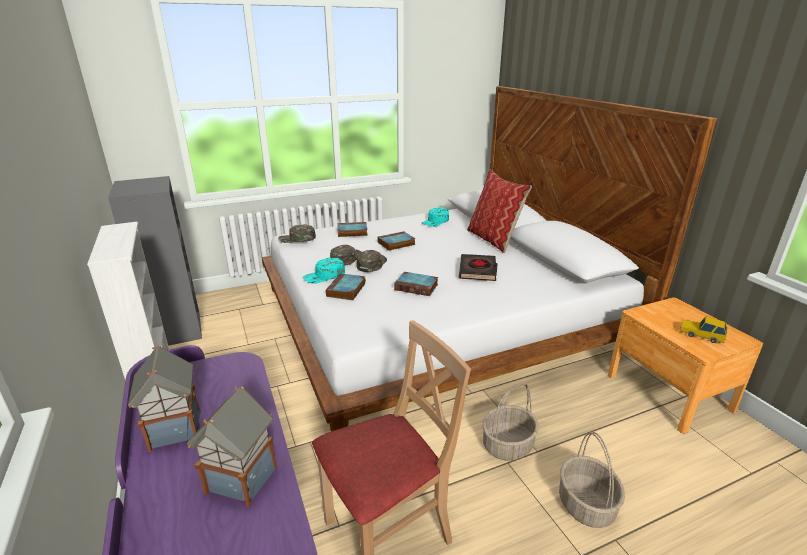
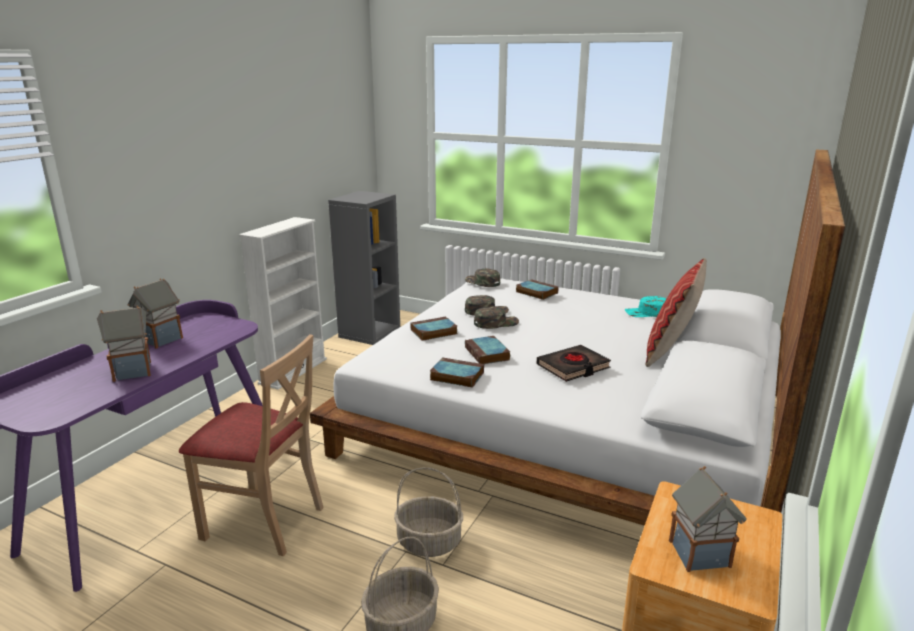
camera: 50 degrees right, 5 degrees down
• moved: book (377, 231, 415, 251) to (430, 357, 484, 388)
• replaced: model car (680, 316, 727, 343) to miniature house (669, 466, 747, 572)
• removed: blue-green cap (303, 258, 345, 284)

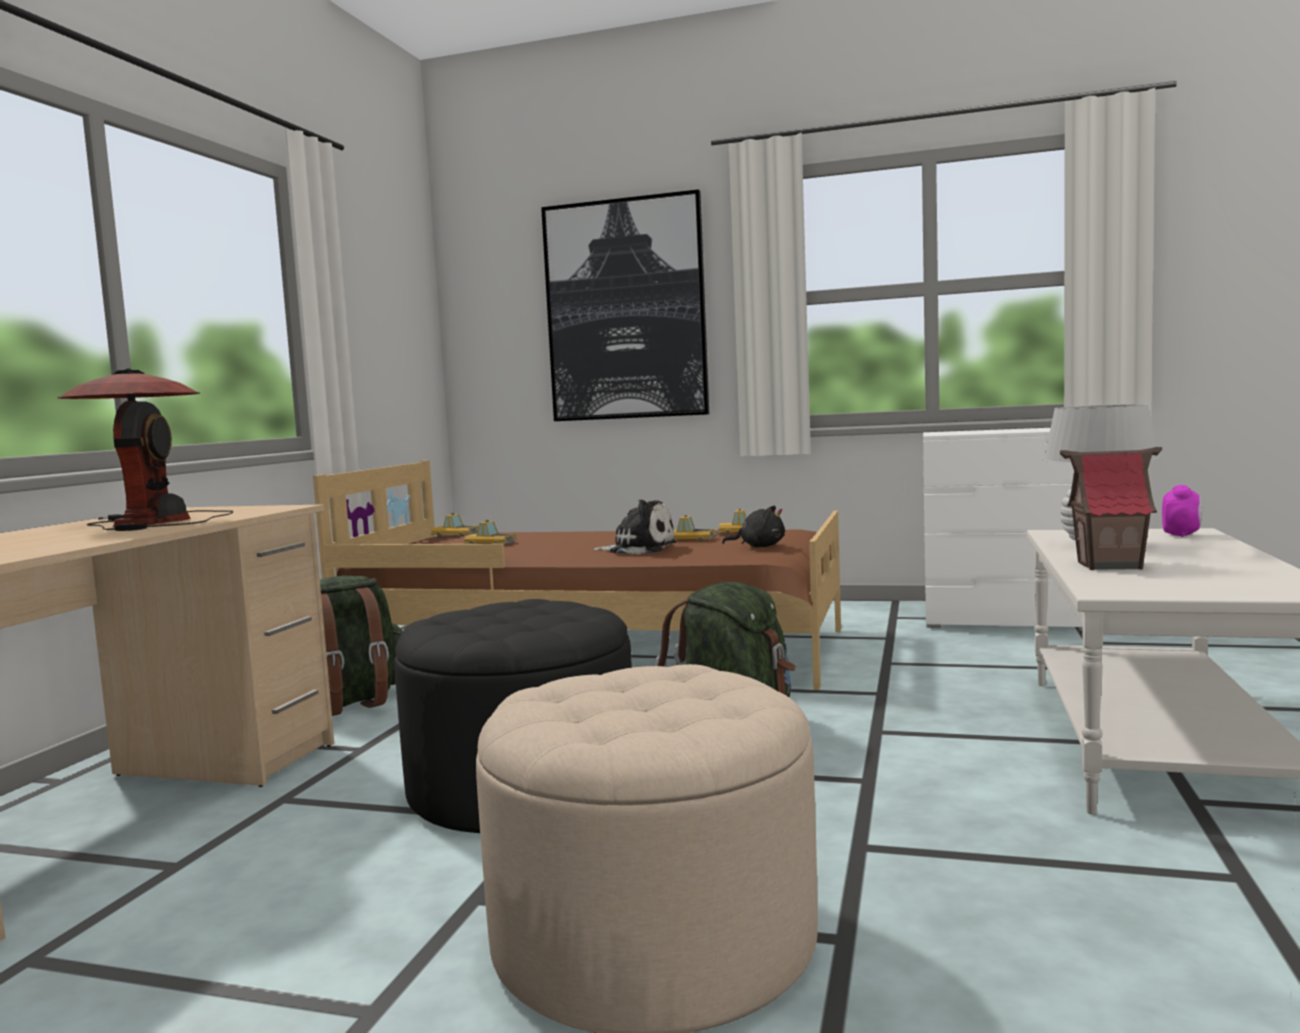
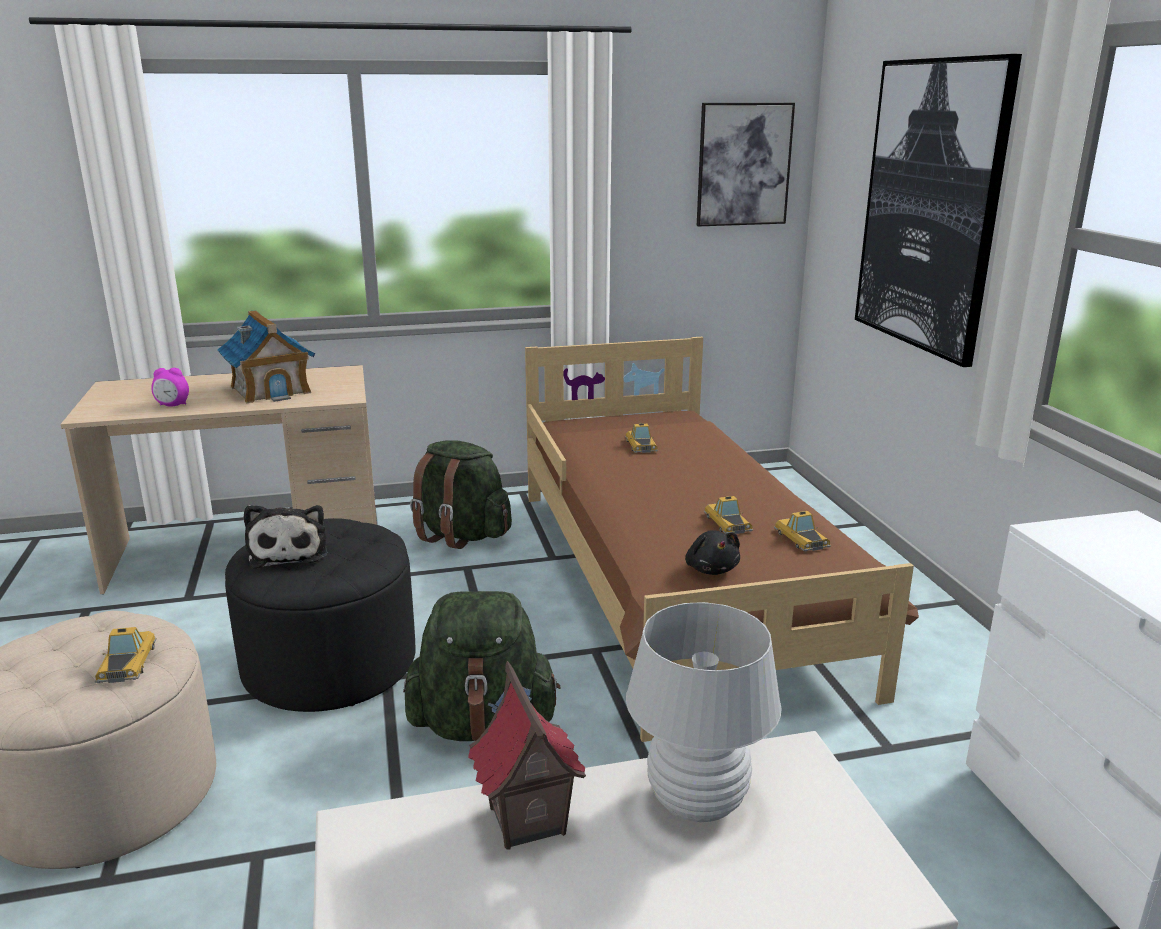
camera: 60 degrees right, 15 degrees up
• moved: model car (431, 513, 479, 537) to (95, 627, 157, 683)
• moved: alarm clock (1162, 485, 1202, 537) to (151, 368, 189, 407)
• replaced: table lamp (57, 368, 233, 531) to miniature house (217, 310, 315, 403)
• moved: cuddly toy (592, 499, 676, 555) to (244, 505, 327, 569)
• added: wall art (697, 103, 795, 226)

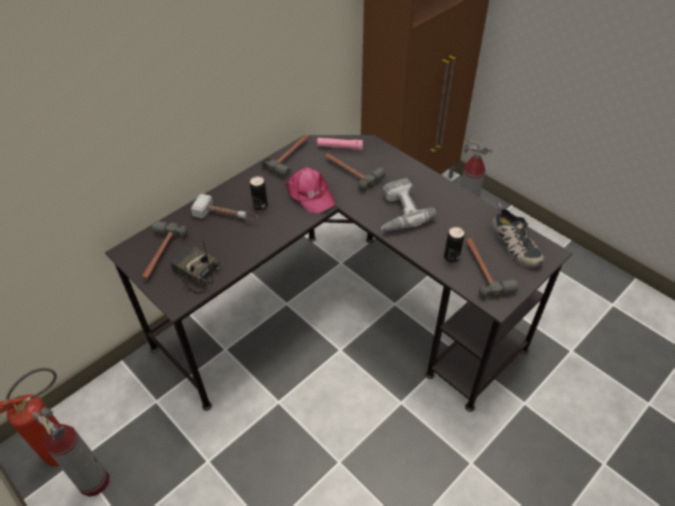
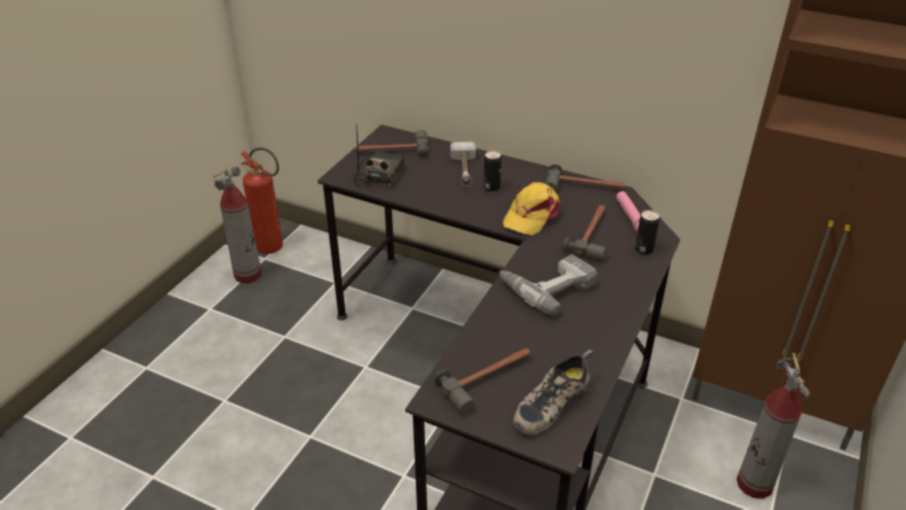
camera: 70 degrees right, 10 degrees down
• recoloured: pink-coloured cap (285, 167, 336, 213) to yellow-coloured cap (503, 182, 560, 235)
• moved: sealed can (444, 227, 464, 263) to (635, 210, 659, 255)

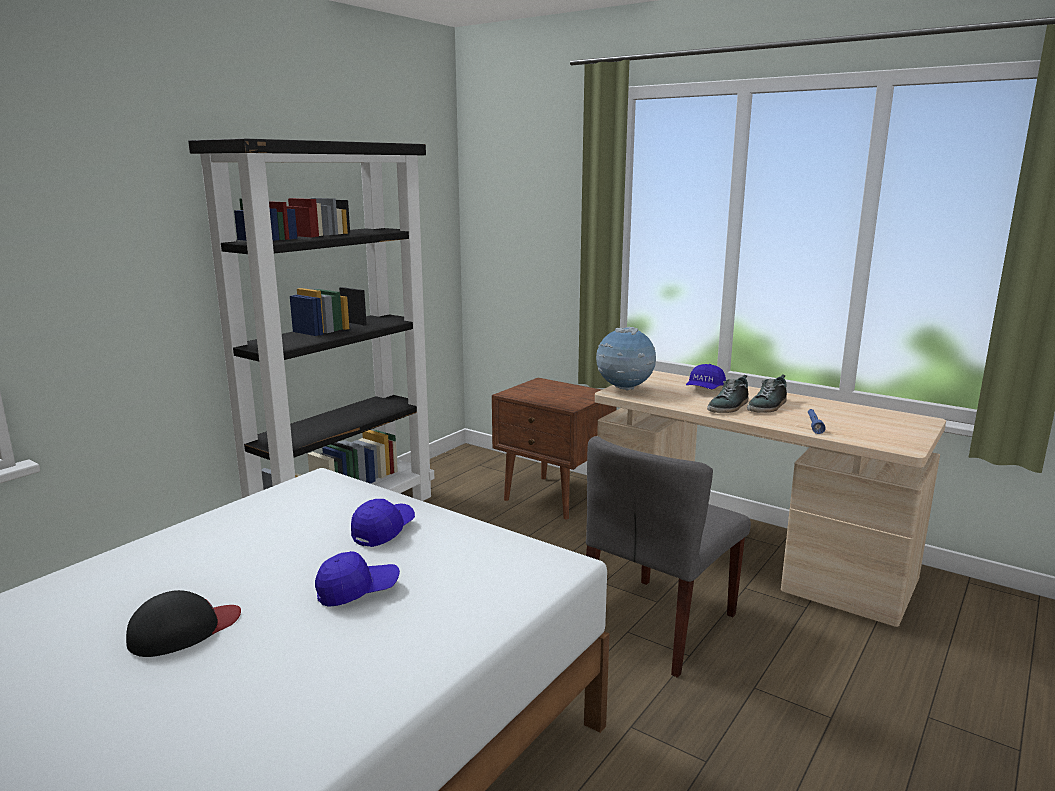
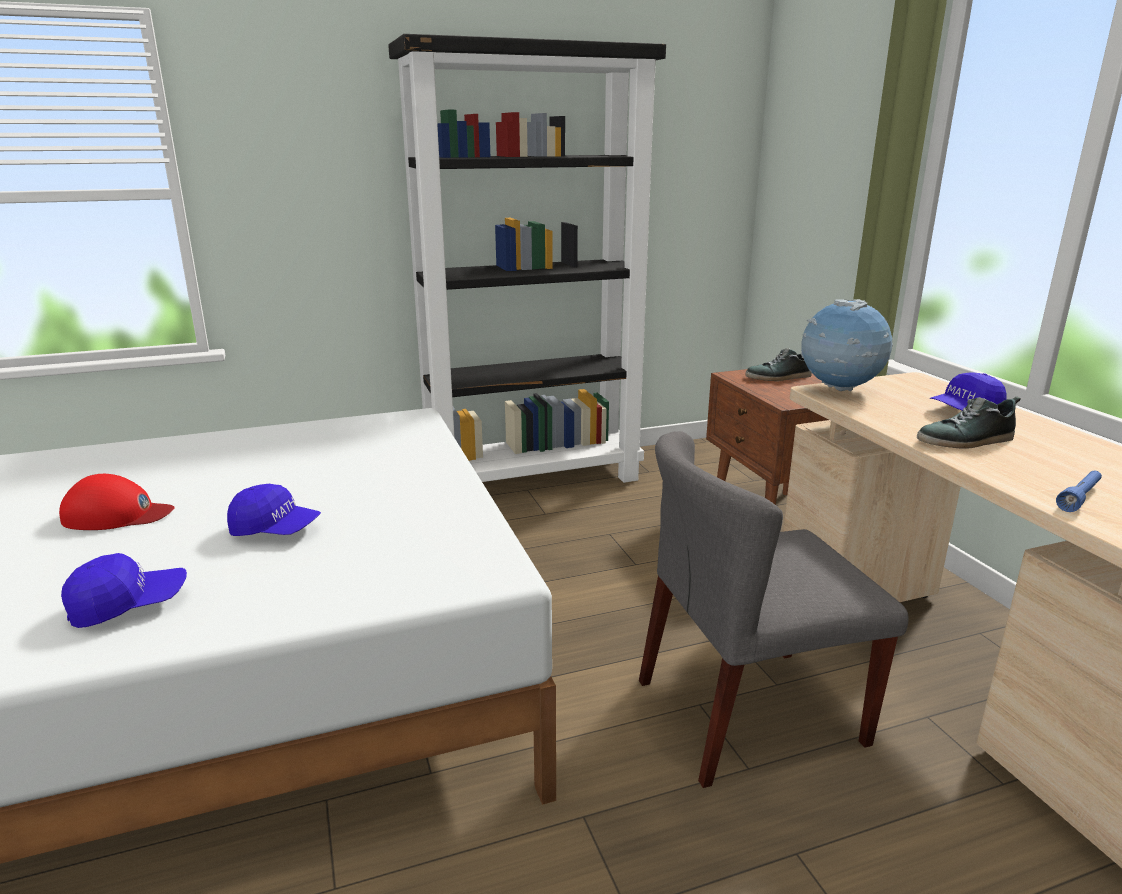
camera: 35 degrees right, 5 degrees up
• recoloured: blackish cap (126, 590, 241, 657) to red-coloured cap (59, 474, 175, 530)
• moved: blue-coloured cap (351, 499, 415, 547) to (61, 553, 187, 628)
• moved: item of footwear (747, 375, 787, 413) to (745, 348, 812, 381)

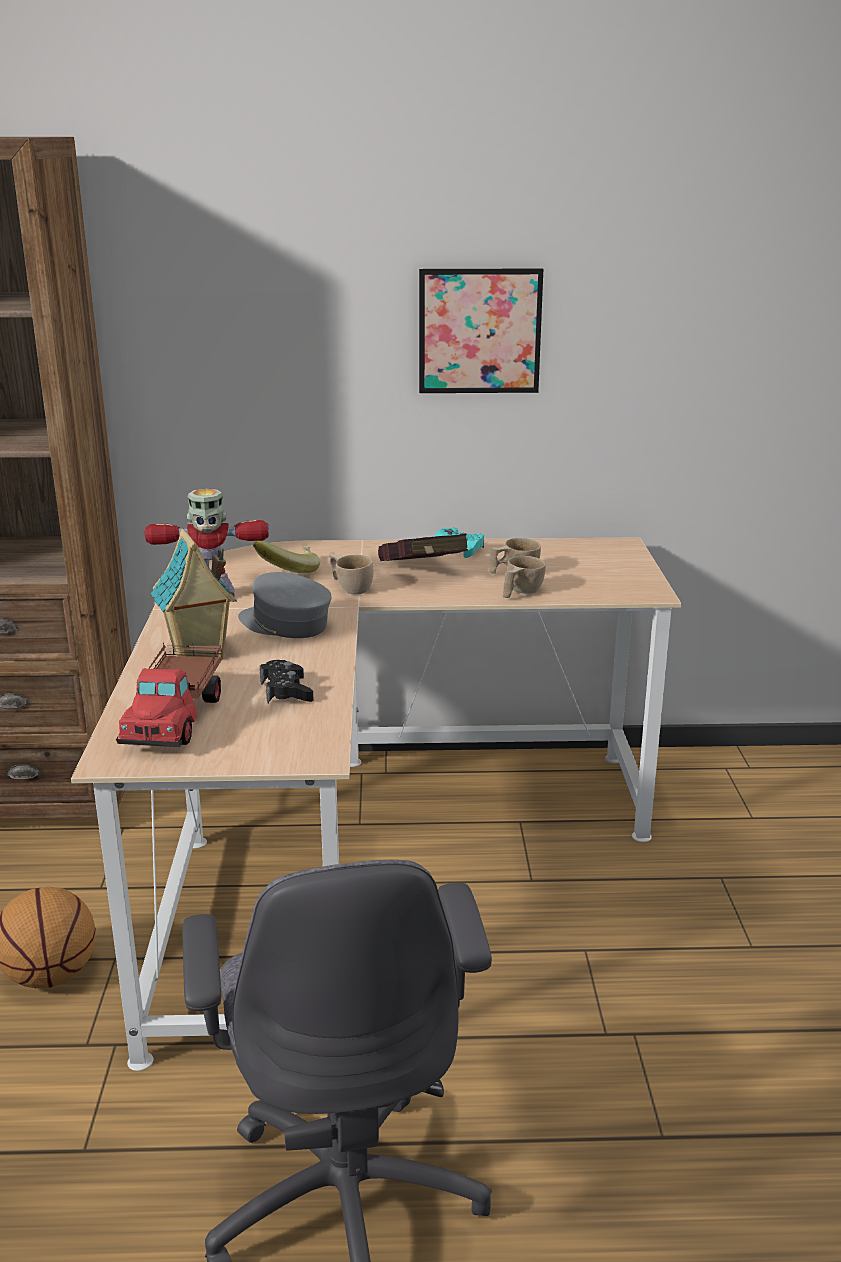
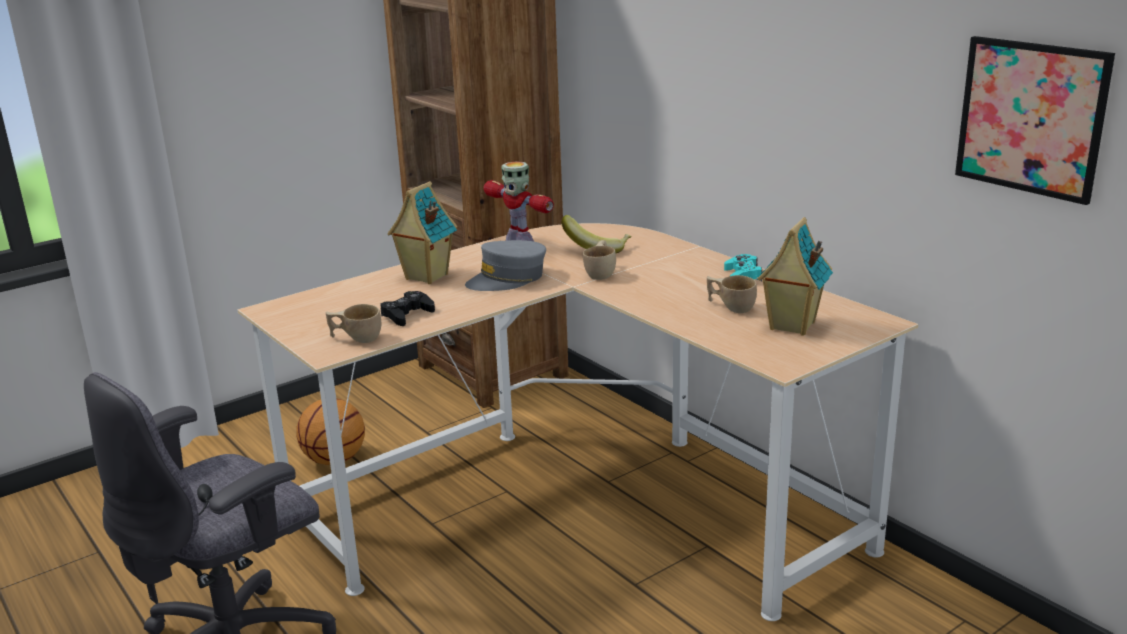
camera: 55 degrees right, 0 degrees up
• moved: beige-coloured small cup (503, 556, 546, 598) to (326, 304, 381, 343)
• turned: grey cap (238, 572, 332, 638) = (465, 240, 546, 291) 120 degrees counterclockwise
• added: miniature house (757, 217, 833, 336)
• moved: wall art (419, 268, 543, 393) to (955, 36, 1115, 205)
• removed: model truck (116, 643, 223, 747)
• removed: red-coloured book (378, 534, 468, 561)

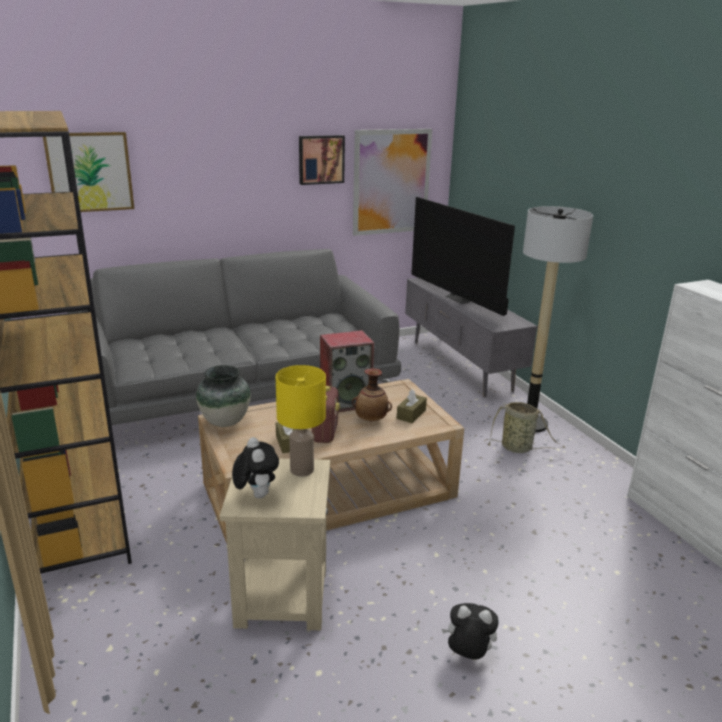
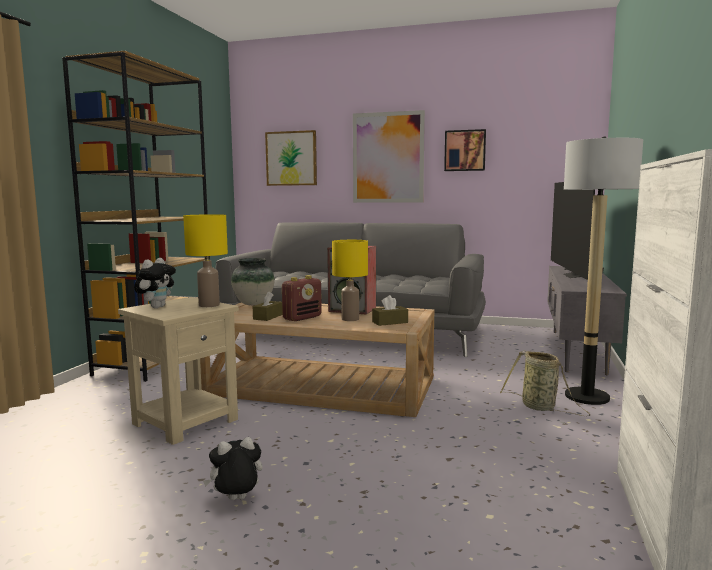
camera: 40 degrees right, 15 degrees down
• turned: cuddly toy (442, 603, 498, 660) = (203, 437, 263, 500) 75 degrees counterclockwise
• replaced: vase (352, 368, 392, 422) to yellow-coloured table lamp (332, 240, 368, 321)
• moved: wall art (353, 129, 432, 236) to (353, 110, 425, 203)

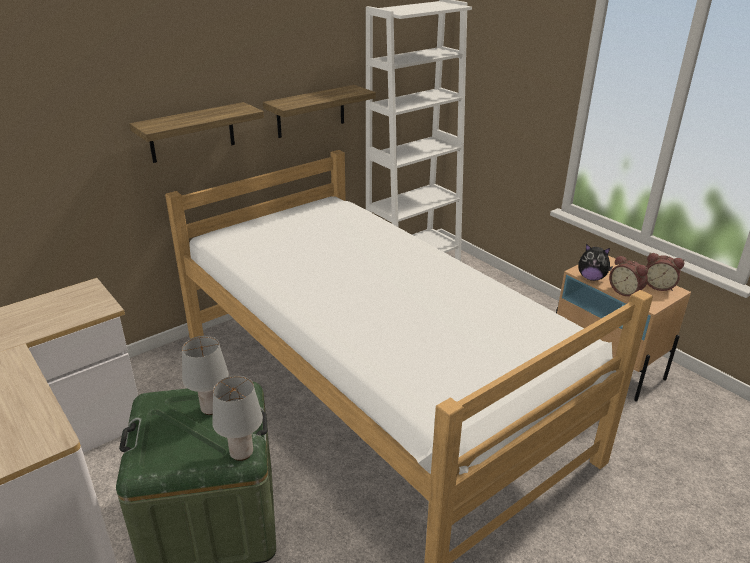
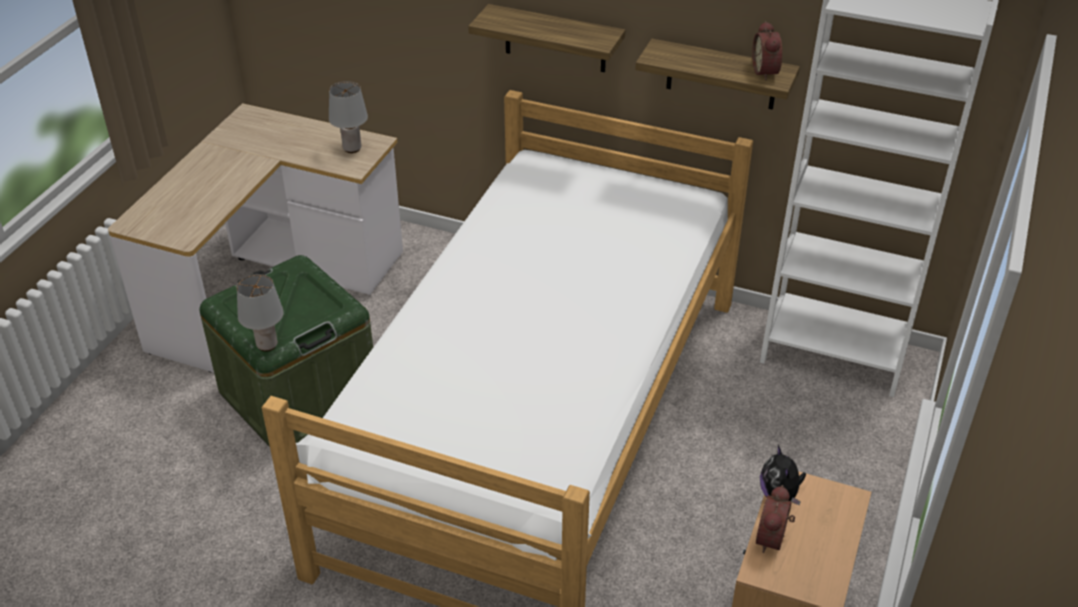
camera: 60 degrees right, 10 degrees up
• moved: grey table lamp (182, 336, 229, 415) to (329, 81, 368, 153)
• moved: alarm clock (646, 253, 684, 291) to (752, 21, 782, 80)

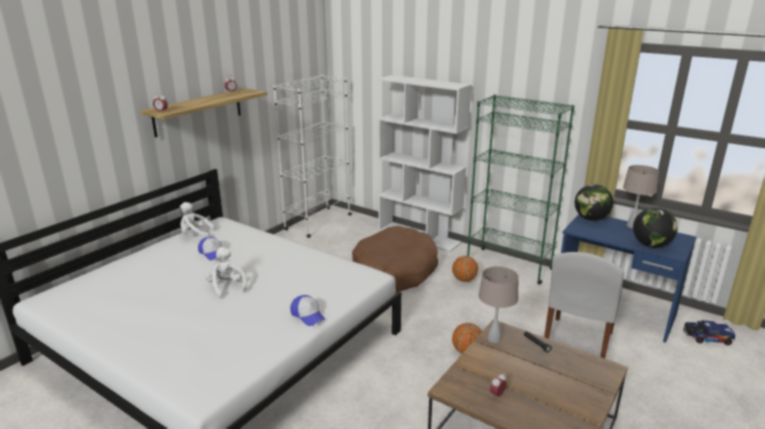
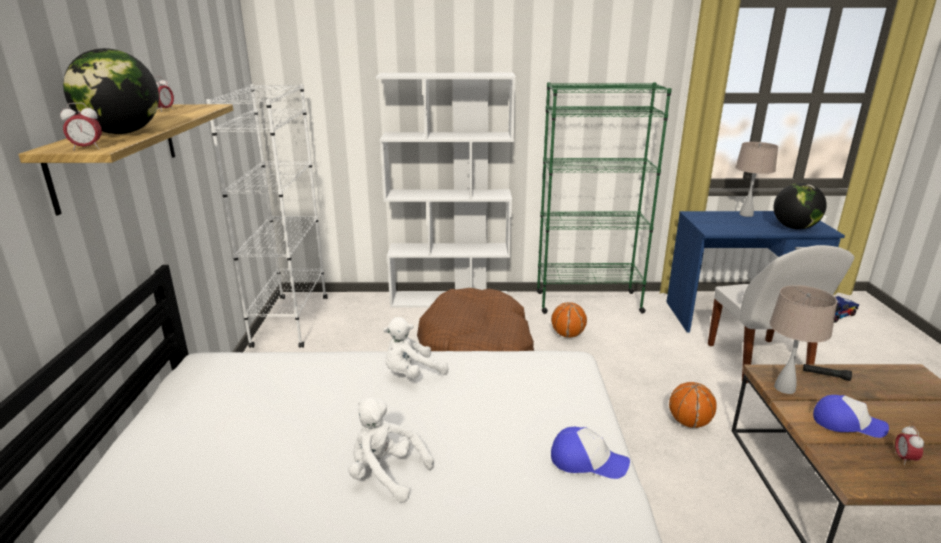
camera: 35 degrees left, 0 degrees up
• moved: desk globe (575, 184, 613, 221) to (63, 48, 159, 134)
• moved: white cuddly toy (179, 202, 215, 238) to (383, 317, 449, 379)
• moved: cap (198, 237, 222, 261) to (813, 395, 889, 438)

